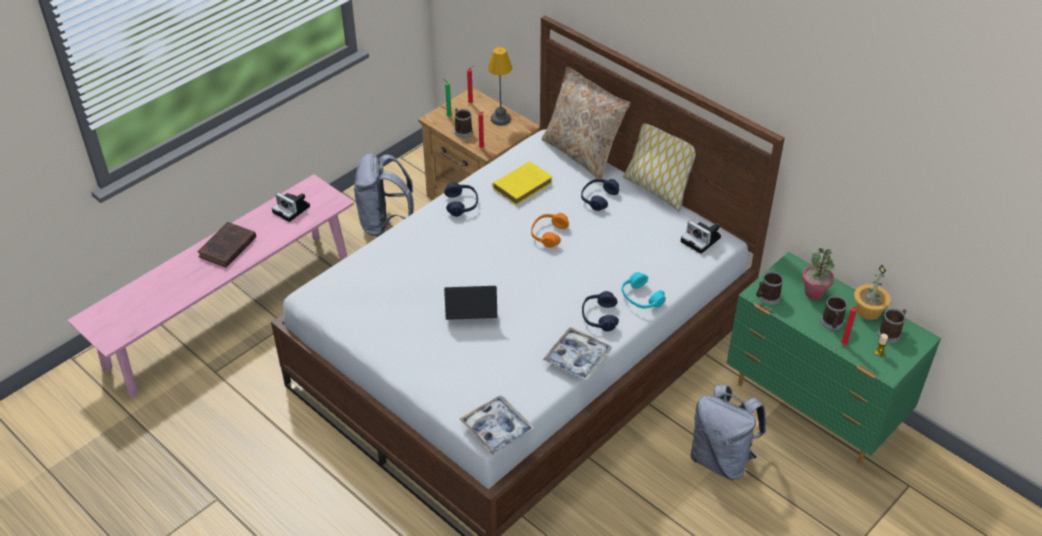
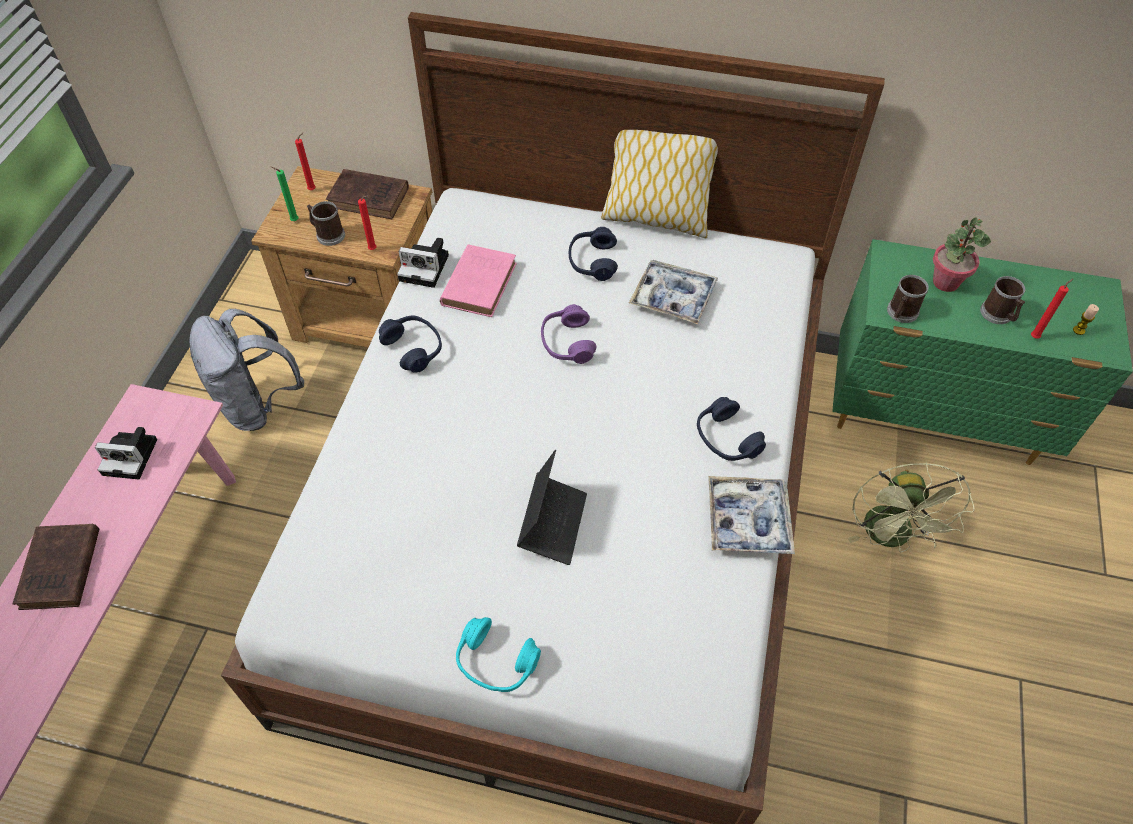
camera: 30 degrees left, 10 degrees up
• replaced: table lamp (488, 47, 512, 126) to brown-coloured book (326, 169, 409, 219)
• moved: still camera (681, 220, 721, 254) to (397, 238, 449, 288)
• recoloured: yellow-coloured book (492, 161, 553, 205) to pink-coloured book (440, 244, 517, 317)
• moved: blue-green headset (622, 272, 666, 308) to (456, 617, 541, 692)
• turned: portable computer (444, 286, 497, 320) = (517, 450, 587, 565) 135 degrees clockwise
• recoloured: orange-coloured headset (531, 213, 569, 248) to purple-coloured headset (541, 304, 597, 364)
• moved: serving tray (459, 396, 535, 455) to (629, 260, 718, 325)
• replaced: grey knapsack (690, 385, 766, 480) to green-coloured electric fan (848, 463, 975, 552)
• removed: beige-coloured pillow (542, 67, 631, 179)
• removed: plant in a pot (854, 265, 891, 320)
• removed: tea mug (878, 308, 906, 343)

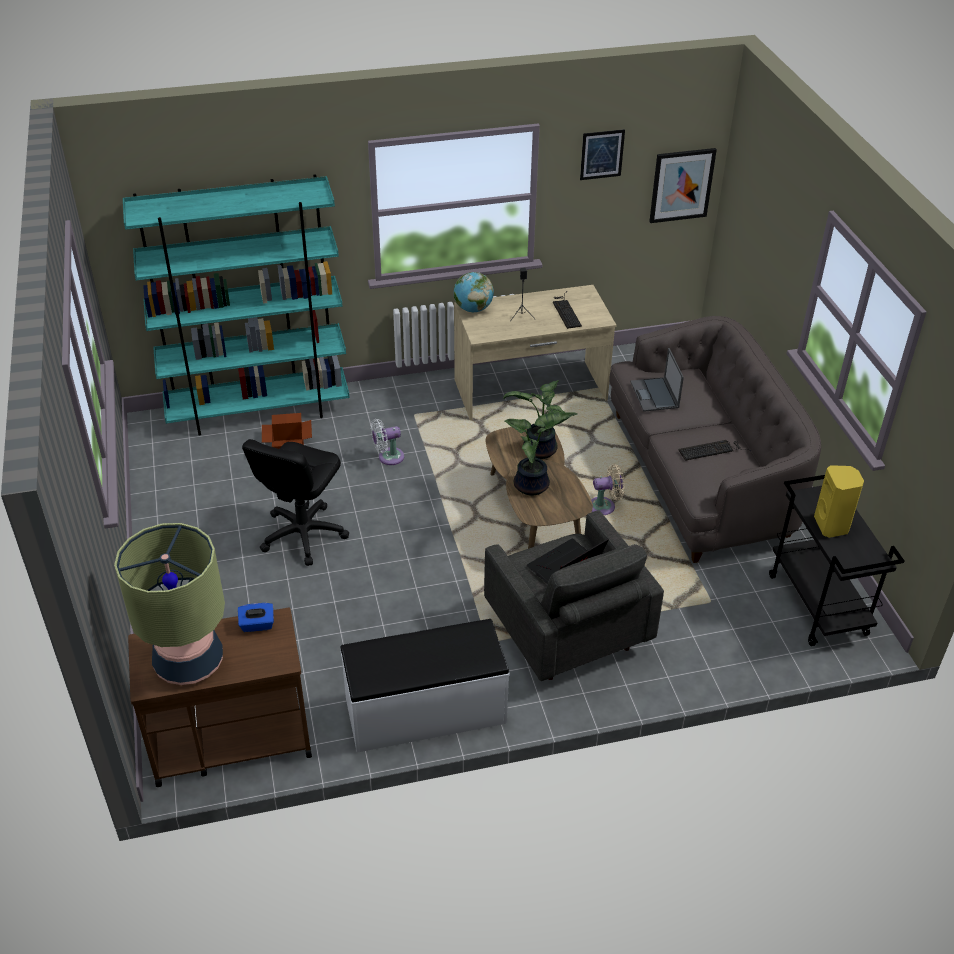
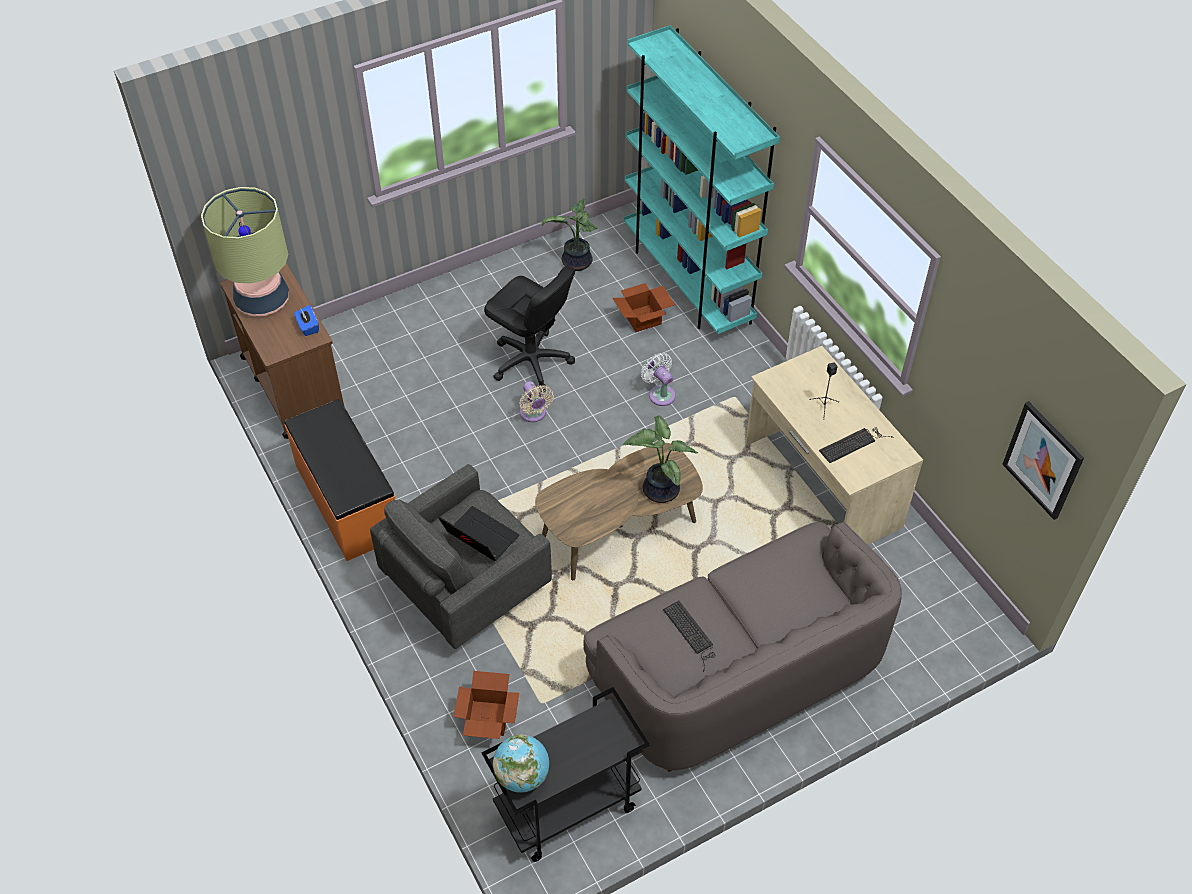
camera: 75 degrees right, 10 degrees up
• recoloured: white bench (340, 619, 510, 753) to orange-coloured bench (284, 399, 395, 561)
• added: carton (454, 671, 519, 739)
• turned: blackish computer chair (242, 439, 349, 566) = (484, 266, 575, 392) 150 degrees counterclockwise
• moved: desk globe (454, 272, 494, 312) to (493, 734, 549, 793)
• moved: beige-coloured electric fan (591, 464, 625, 515) to (519, 381, 554, 422)
• moved: plant in a pot (504, 412, 577, 496) to (541, 198, 598, 271)
• removed: wall art (580, 129, 625, 180)
• removed: portable computer (631, 348, 684, 412)
• removed: yellow-coloured audio speaker (814, 465, 864, 538)

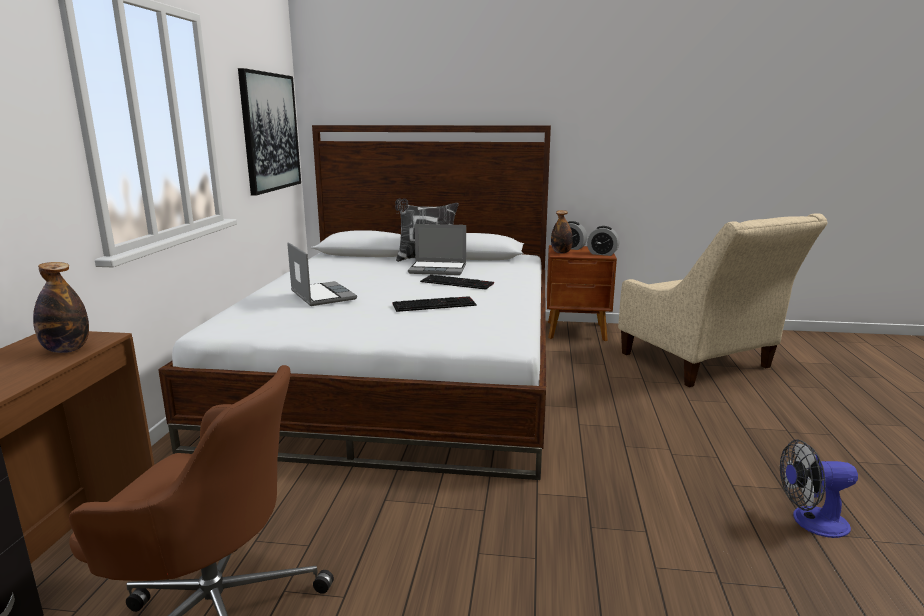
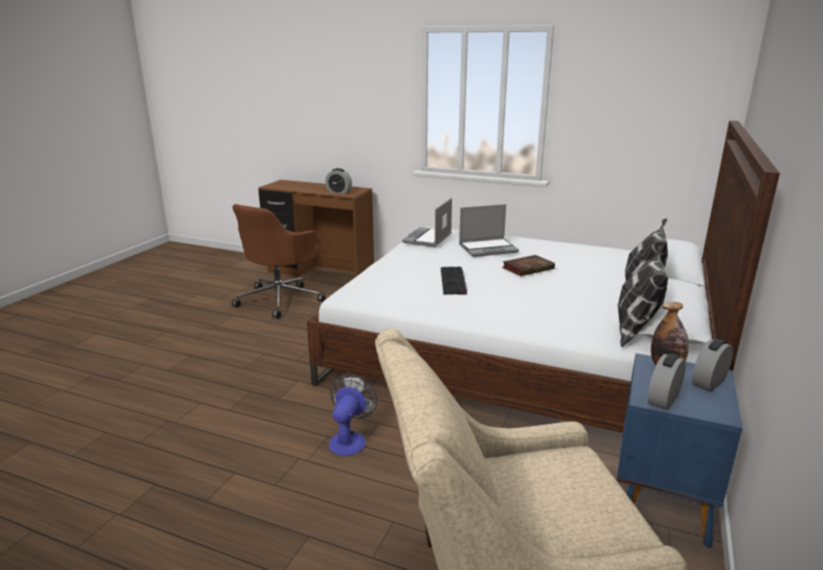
camera: 105 degrees right, 5 degrees up
• replaced: drink bottle (33, 262, 89, 353) to alarm clock (325, 168, 352, 194)
• moved: electric fan (780, 439, 858, 538) to (329, 375, 377, 456)
• moved: portable computer (408, 224, 466, 275) to (402, 198, 452, 247)
• added: book (502, 255, 555, 276)
• recoloured: brown-coloured nightstand (547, 245, 617, 341) to blue-coloured nightstand (617, 353, 743, 548)
• added: pillow (618, 243, 668, 347)
• removed: wall art (238, 68, 301, 195)
• removed: keyboard (420, 275, 494, 290)

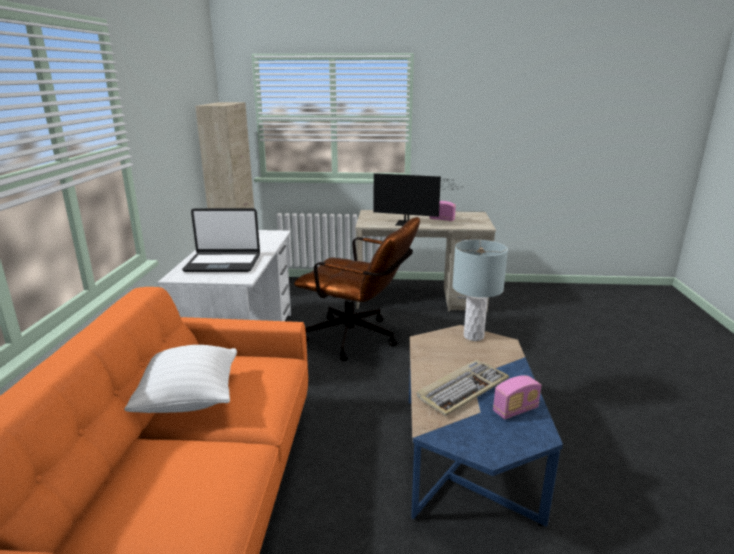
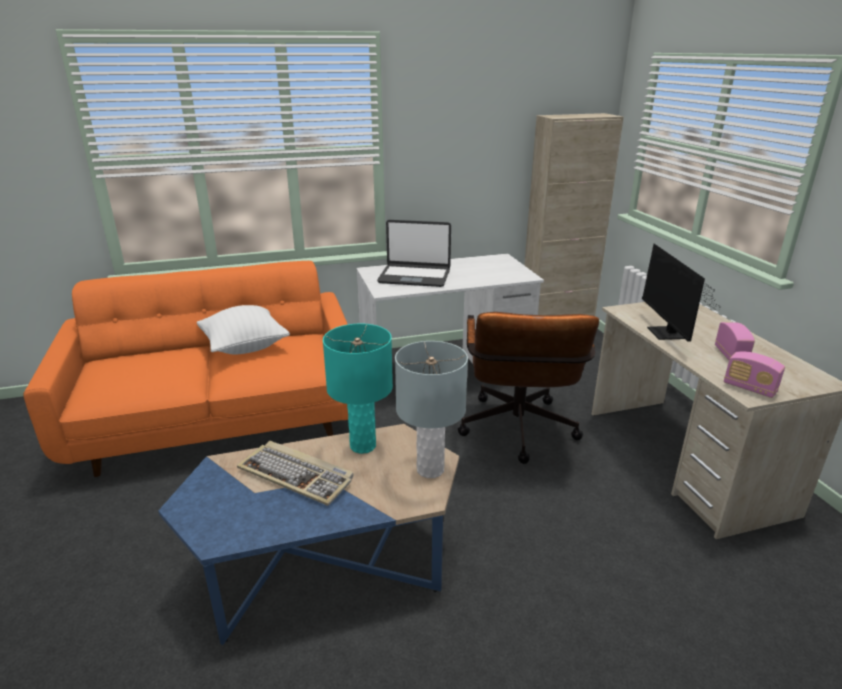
camera: 70 degrees right, 5 degrees up
• added: blue-green table lamp (323, 324, 393, 454)
• turned: portable computer (182, 208, 260, 272) = (377, 220, 451, 287) 60 degrees counterclockwise
• moved: radio set (493, 375, 541, 420) to (724, 351, 785, 398)

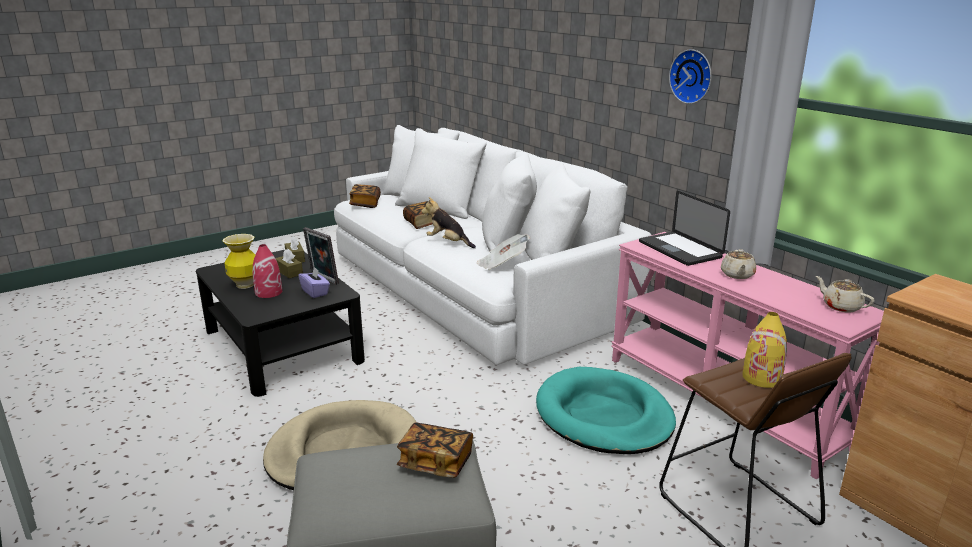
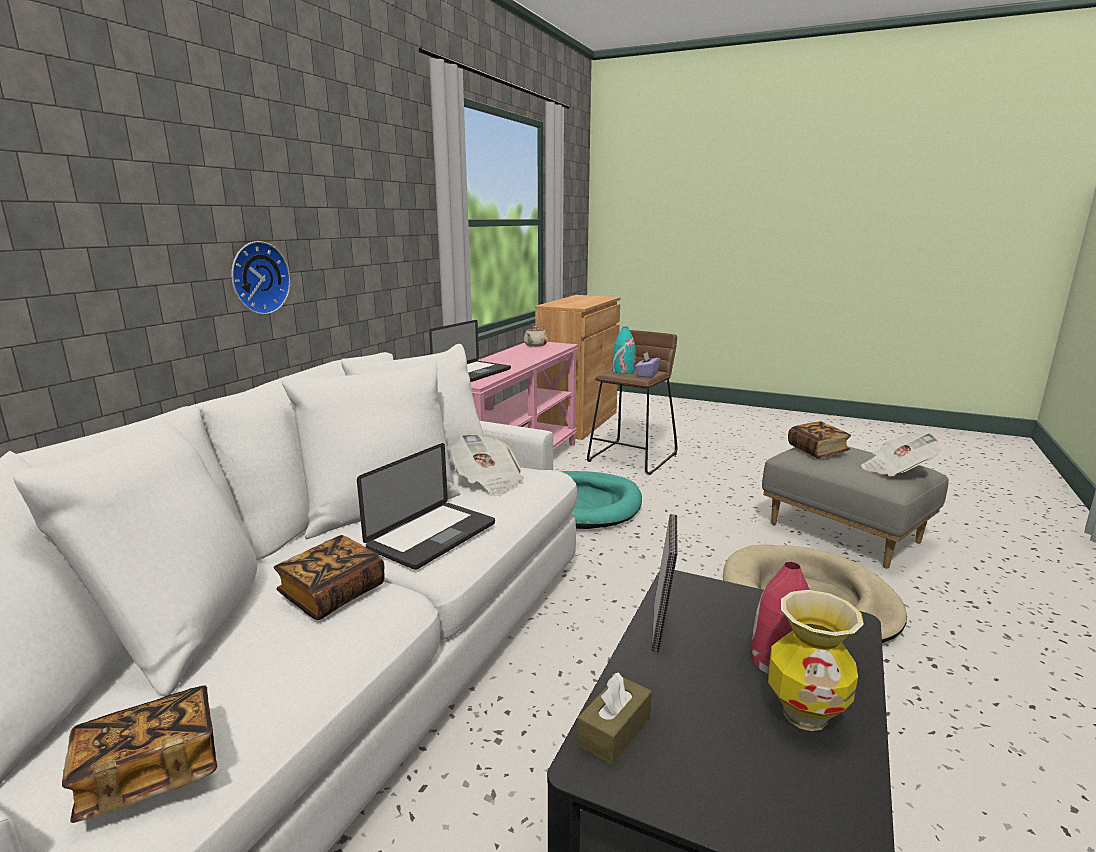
camera: 120 degrees left, 5 degrees down
• moved: clock on the wall (669, 49, 712, 104) to (231, 241, 291, 315)
• replaced: cuddly toy (422, 197, 476, 248) to portable computer (357, 443, 495, 570)
• recoloured: yellow-coloured vase (742, 312, 787, 388) to blue-green vase (612, 327, 636, 374)
• moved: purple-coloured tissue holder (298, 267, 330, 298) to (635, 352, 660, 378)
• added: daily paper (861, 433, 941, 476)
• removed: brown-coloured tissue holder (275, 249, 303, 278)
• removed: beige-coloured pot for tea (721, 249, 756, 279)

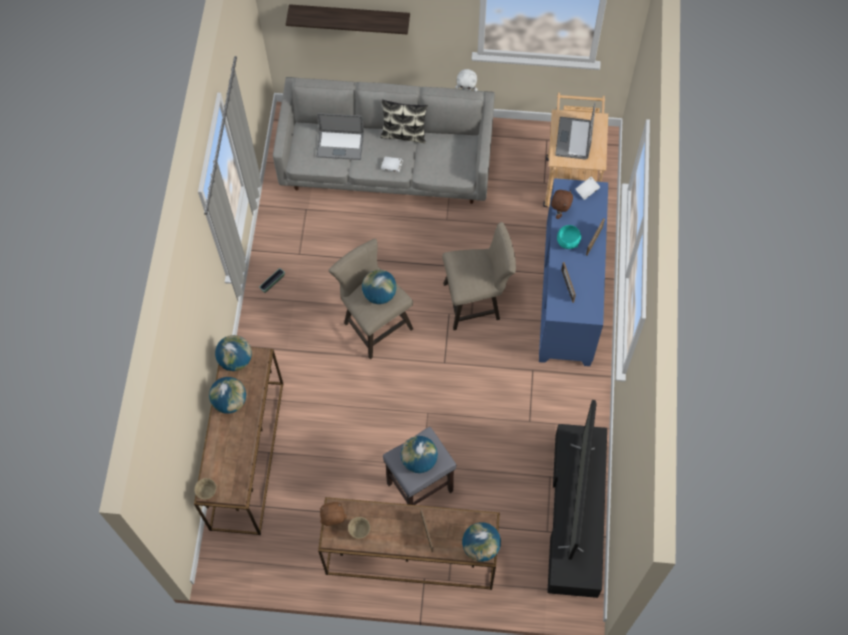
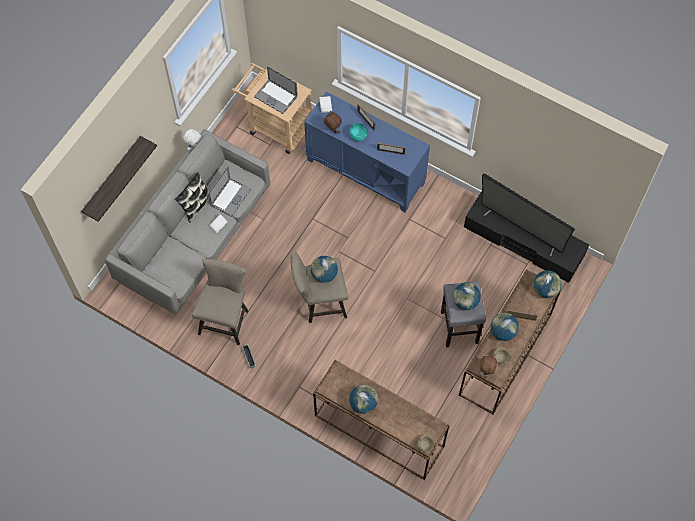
camera: 65 degrees left, 0 degrees up
• moved: beige-coloured stool seat (442, 222, 516, 330) to (192, 258, 248, 345)
• moved: portable computer (316, 113, 364, 160) to (208, 166, 251, 217)
• moved: desk globe (215, 335, 252, 371) to (491, 313, 519, 341)

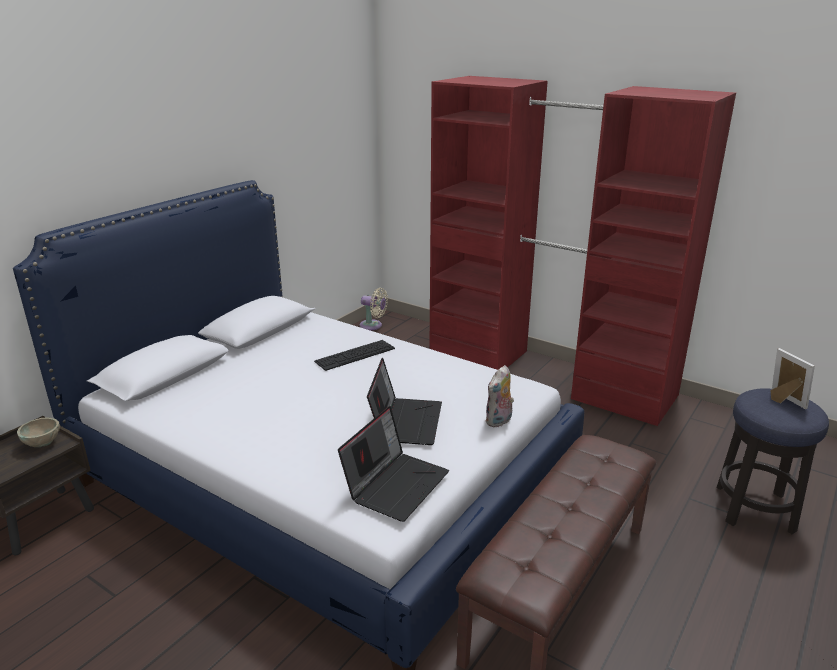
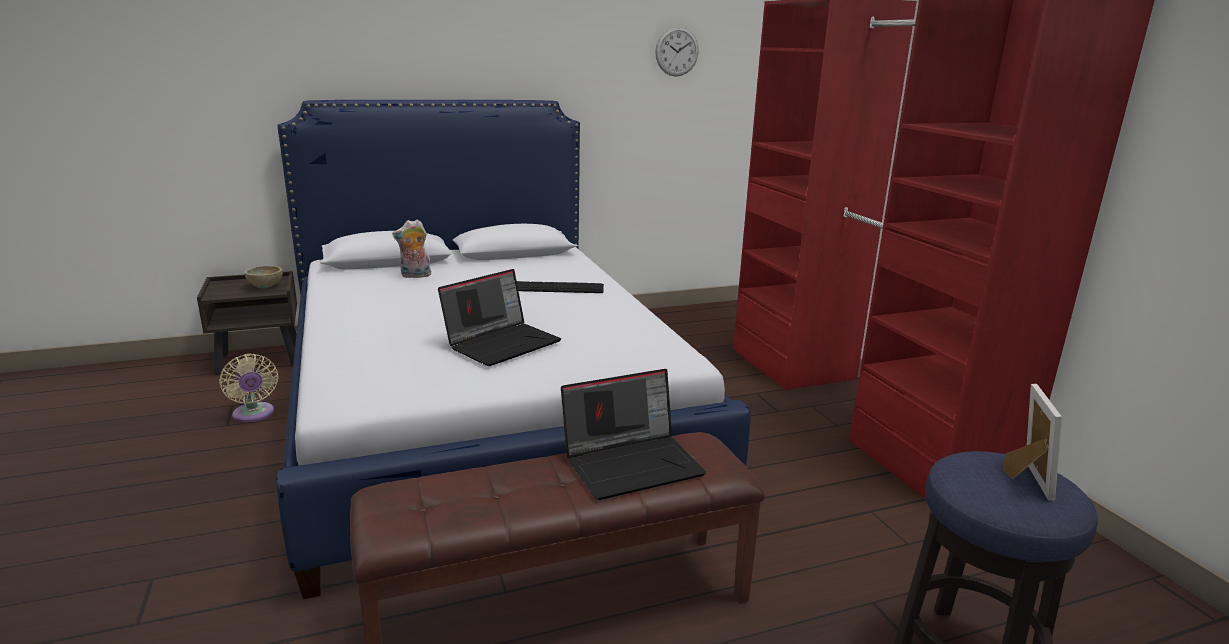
camera: 35 degrees right, 5 degrees down
• moved: beige-coloured electric fan (360, 288, 388, 330) to (219, 354, 279, 422)
• moved: cuddly toy (486, 365, 514, 428) to (392, 220, 431, 278)
• moved: portable computer (338, 406, 449, 522) to (561, 369, 706, 500)
• added: clock on the wall (655, 26, 699, 76)

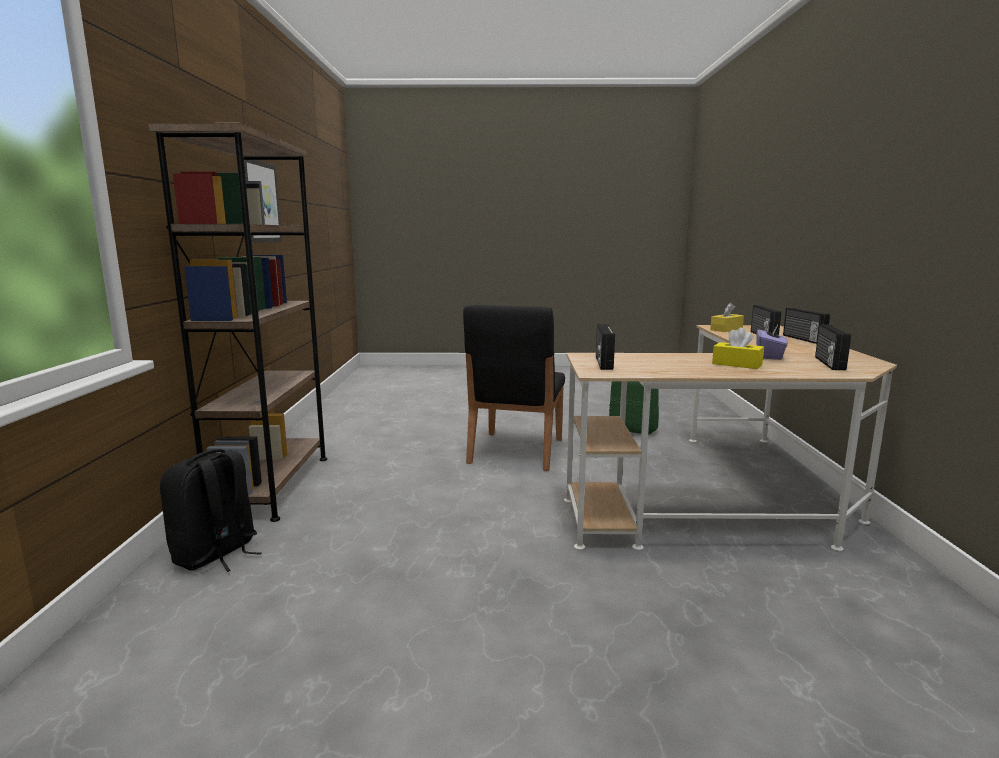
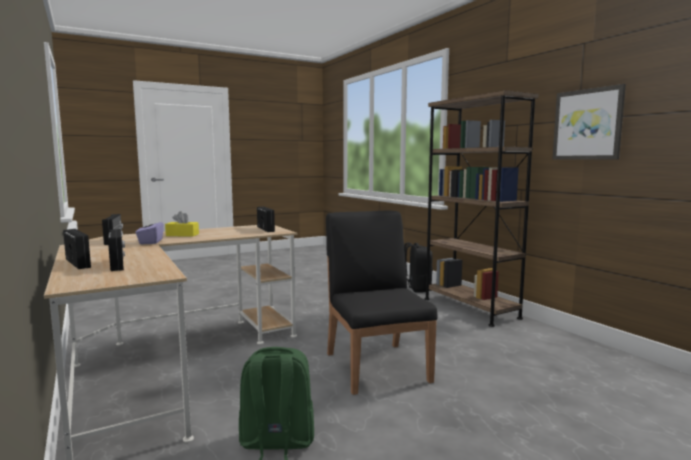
camera: 150 degrees right, 5 degrees down
• removed: yellow-coloured tissue holder (710, 303, 744, 332)

